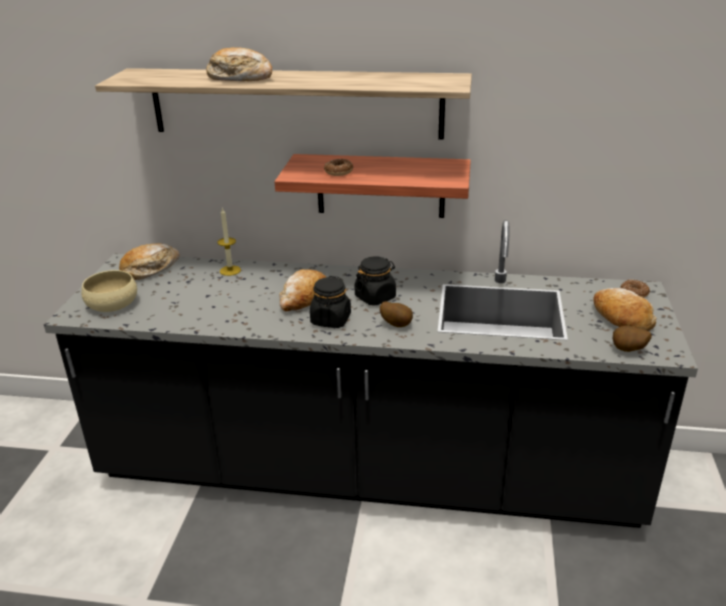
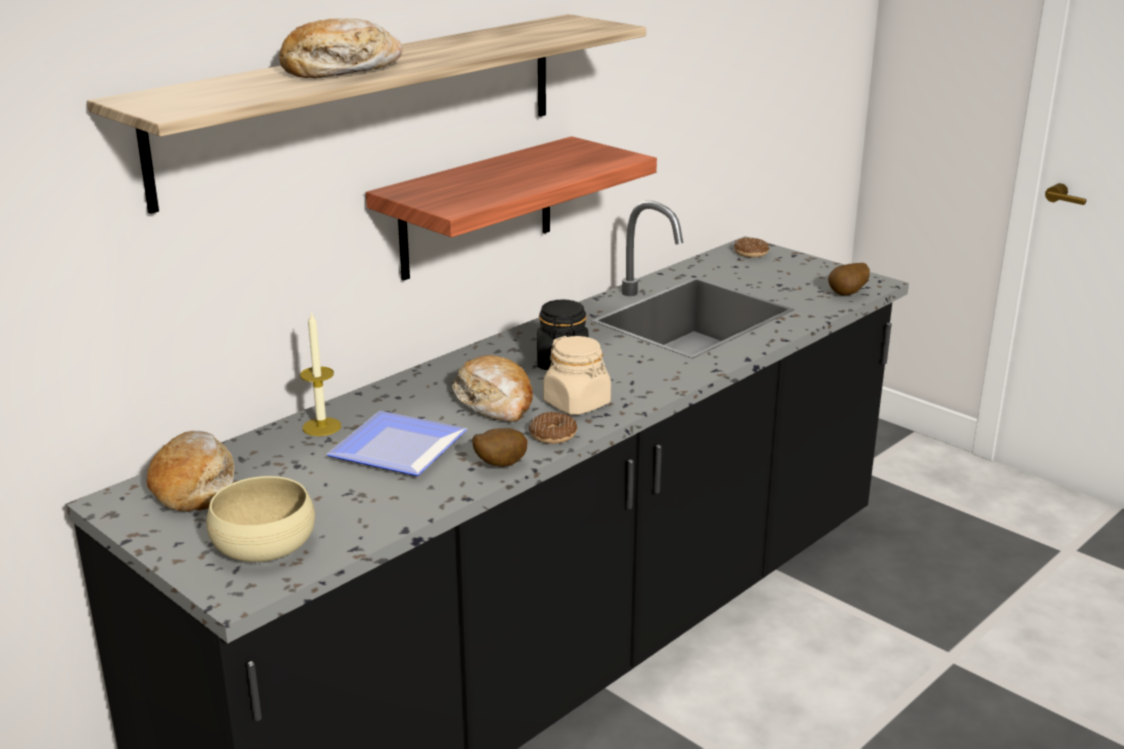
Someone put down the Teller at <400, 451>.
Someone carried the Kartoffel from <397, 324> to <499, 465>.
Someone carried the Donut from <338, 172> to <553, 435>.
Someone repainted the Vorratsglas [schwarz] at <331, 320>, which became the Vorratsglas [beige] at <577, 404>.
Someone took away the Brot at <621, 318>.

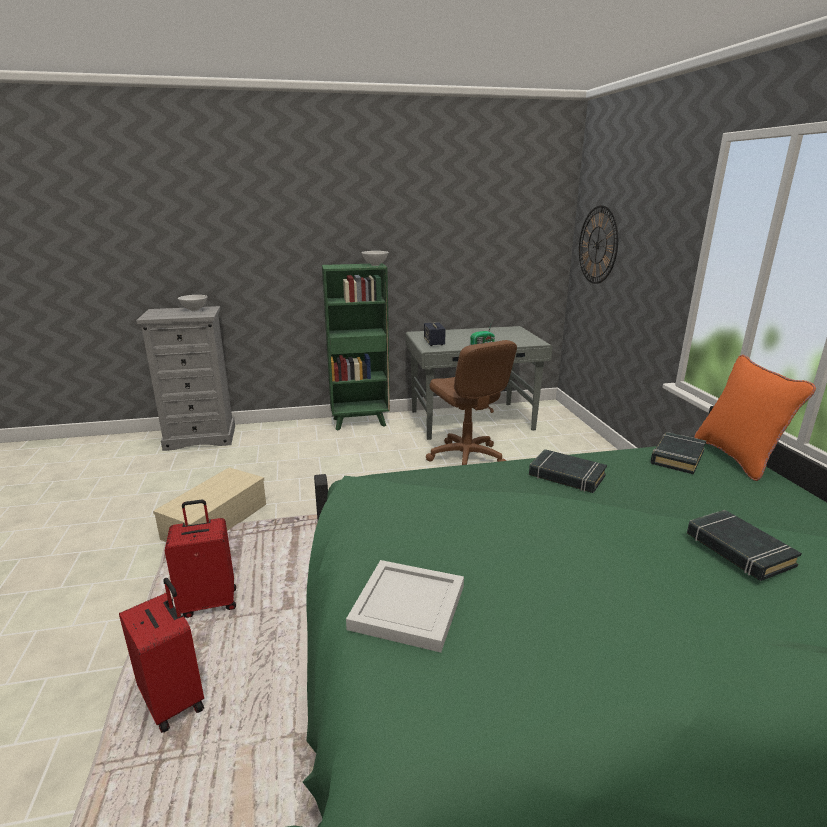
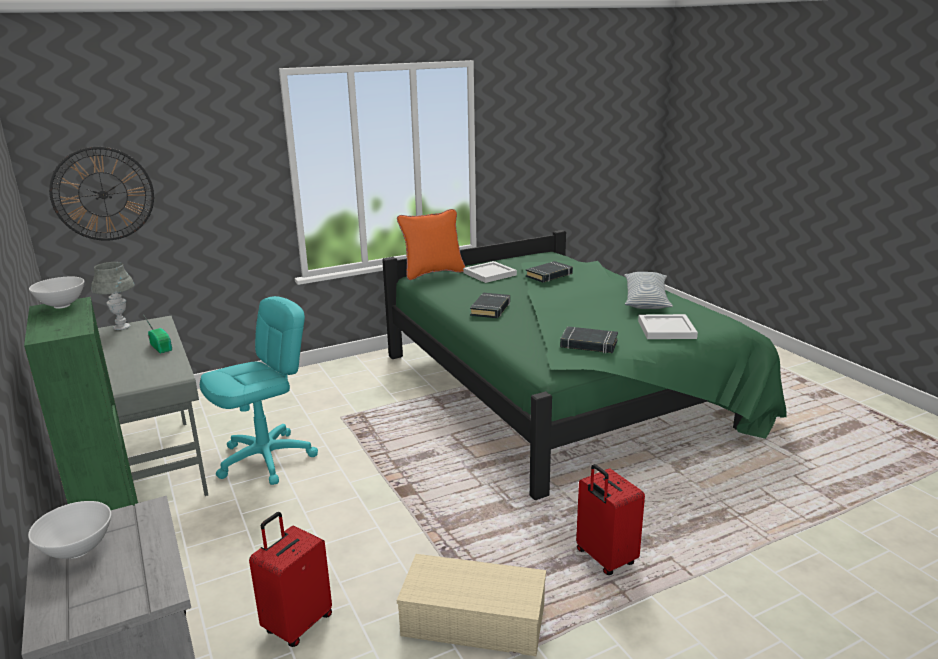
Someone put down the Tischlampe [grau] at <121, 327>.
Someone repainted the Bürostuhl [braun] at <466, 458>, which became the Bürostuhl [türkis] at <266, 459>.
Someone carried the Koffer [rot] from <174, 700> to <297, 624>.
Someone put down the Tablett [weiß] at <489, 274>.
Someone carried the Buch [schwarz] from <677, 457> to <588, 344>.
Someone put down the Kissen at <646, 299>.
Someone took away the Lautsprecher at <434, 343>.

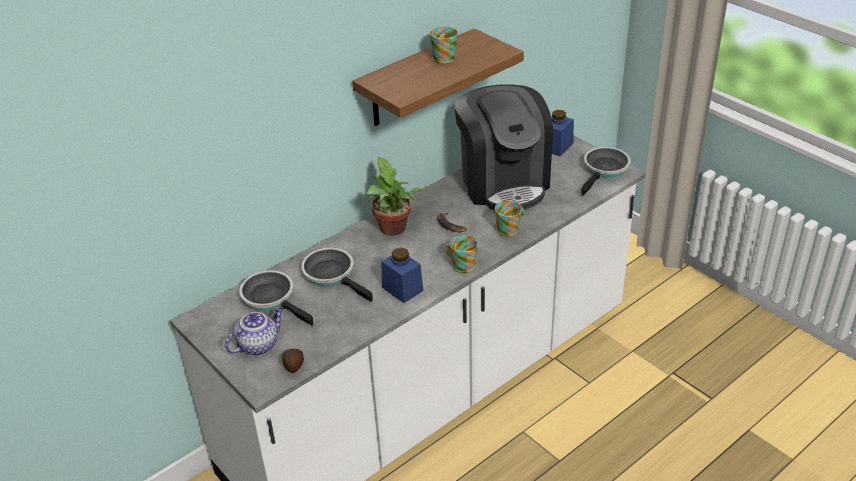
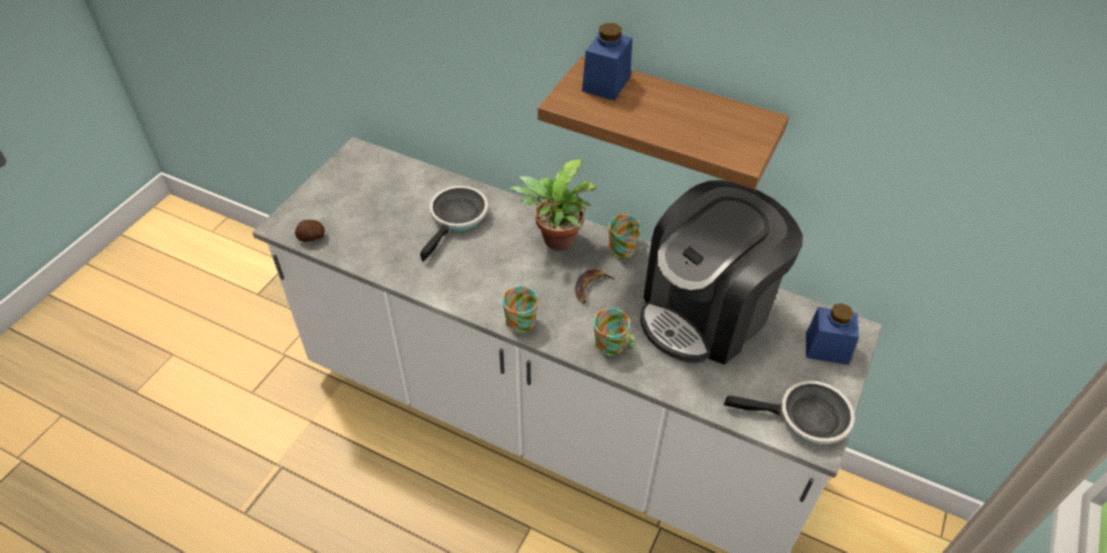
Someone carried the Vorratsglas [blau] from <402, 289> to <606, 84>.
Someone carried the Henkelbecher from <443, 56> to <625, 246>.
Someone took away the Teekanne at <259, 345>.
Someone took away the Pfanne at <272, 299>.

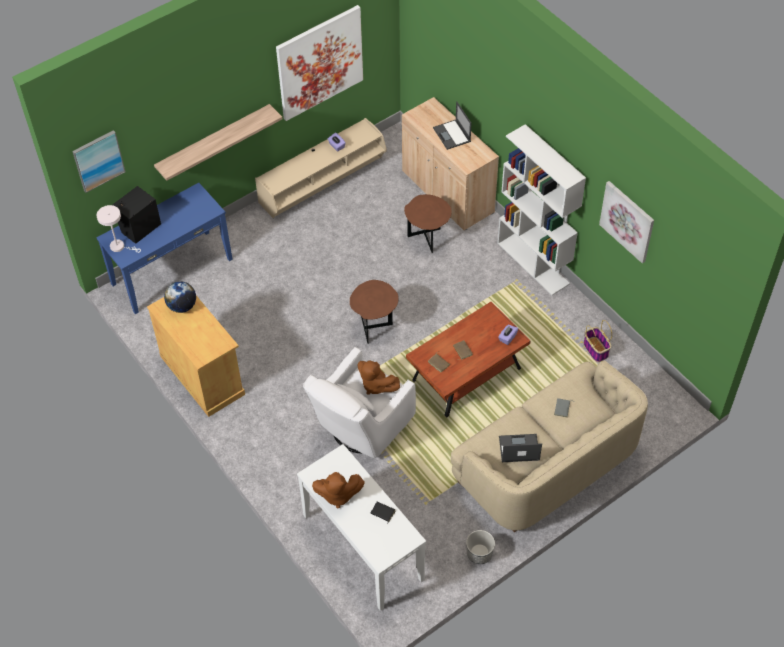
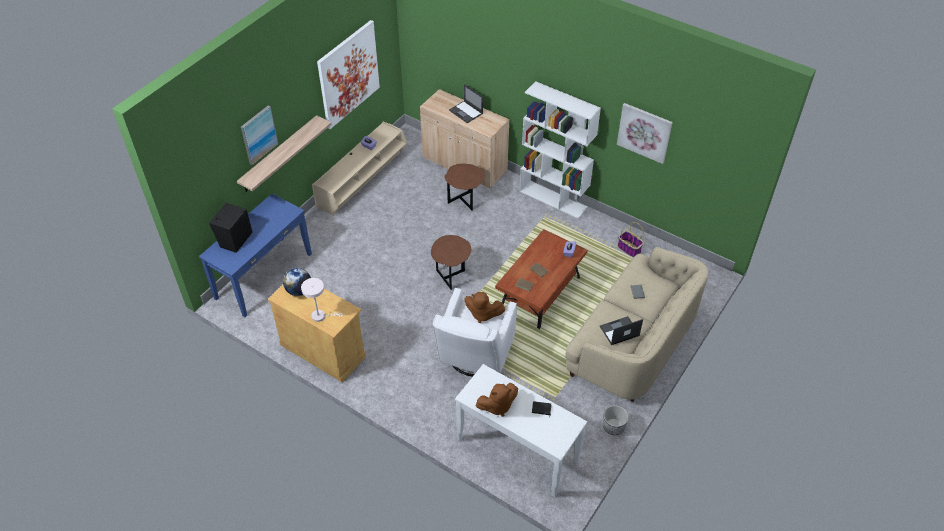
Someone carried the Bild from <98, 160> to <258, 135>.
Someone carried the Tischlampe [weiß] from <120, 247> to <321, 316>.

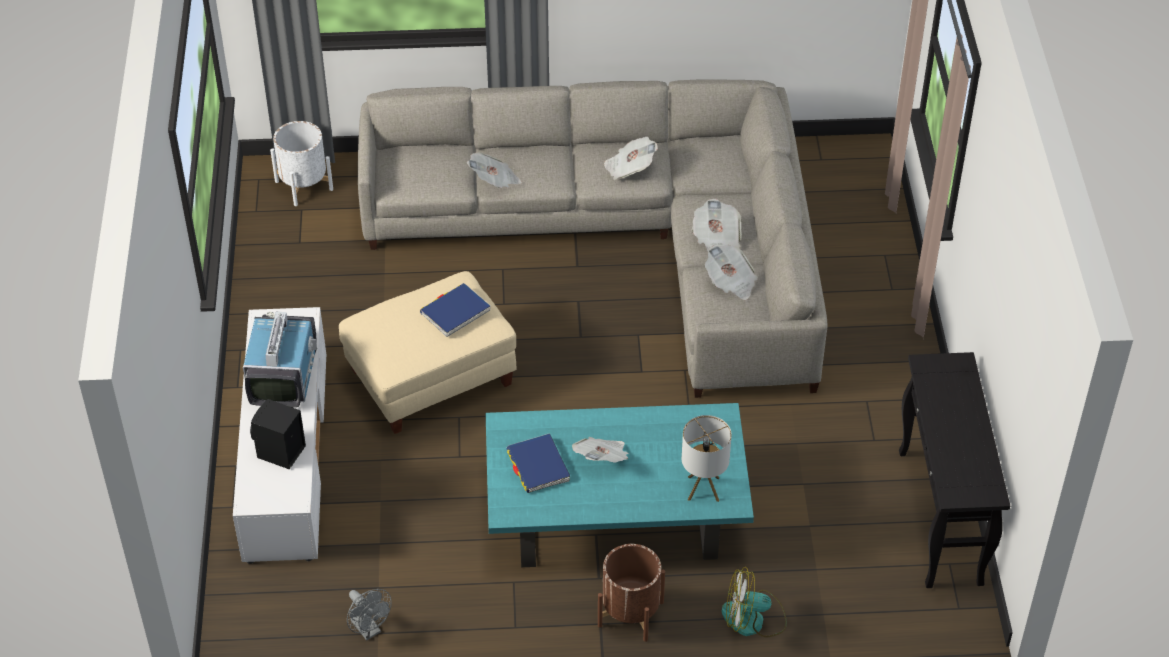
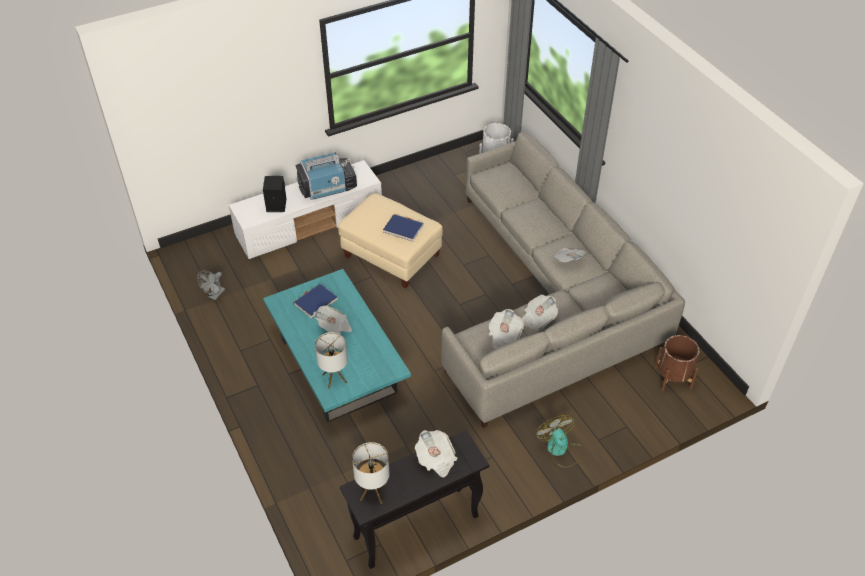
Someone put down the Tischlampe at <373, 492>.
Someone carried the Zeitung from <495, 181> to <436, 459>.
Someone carried the Ventilator from <753, 619> to <561, 449>.
Someone carried the Pflanzkübel [braun] from <630, 614> to <673, 377>.

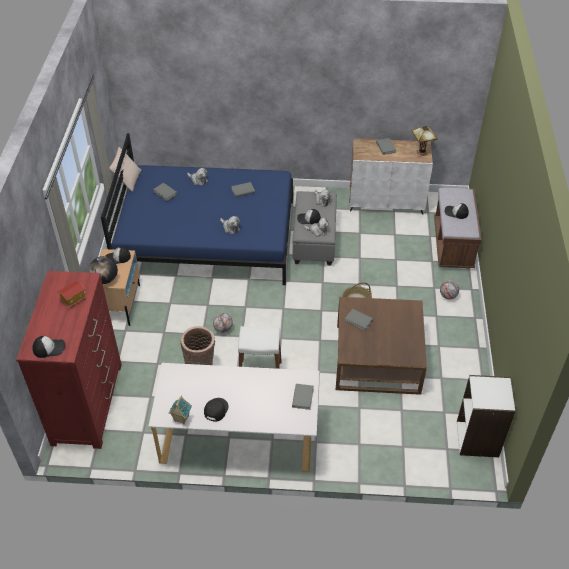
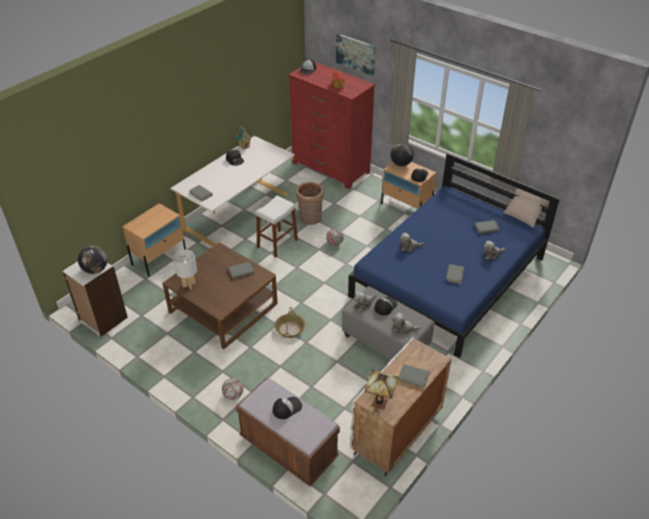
Someone put down the Globus at <95, 269>.
Someone put down the Nachttisch [beige] at <159, 257>.
Someone put down the Tischlampe [weiß] at <189, 285>.
Someone put up the Bild at <355, 54>.

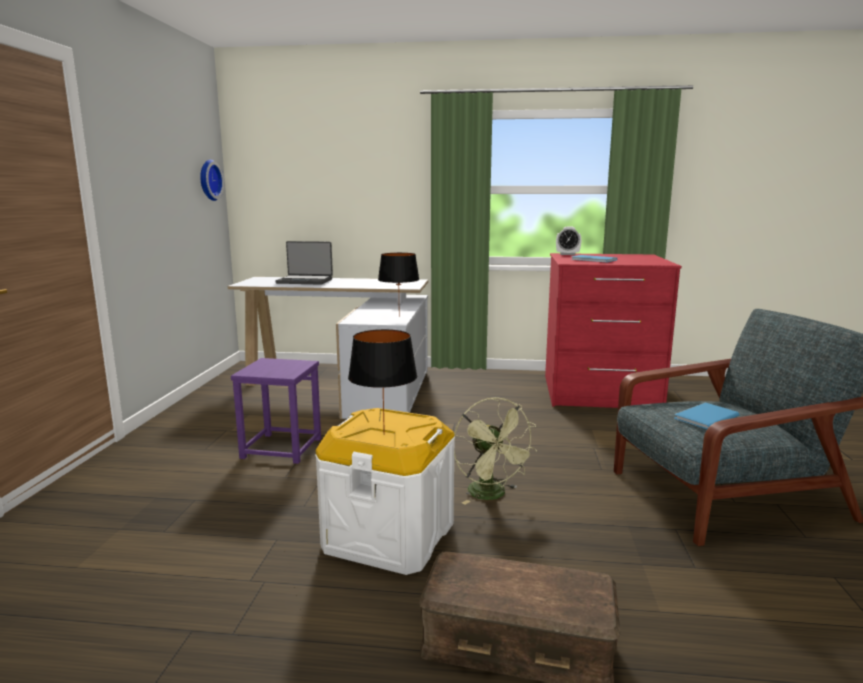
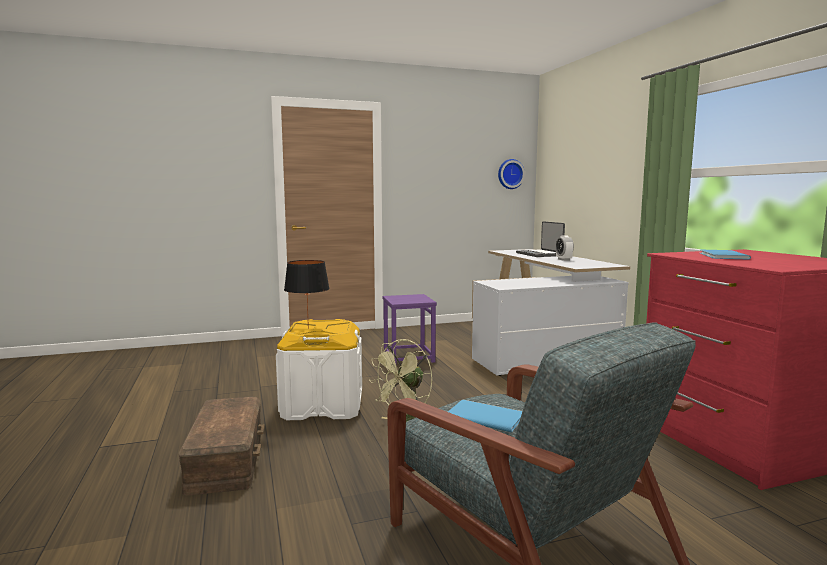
Someone carried the Wecker from <567, 254> to <563, 259>.
Someone took away the Tischlampe [schwarz] at <399, 316>.

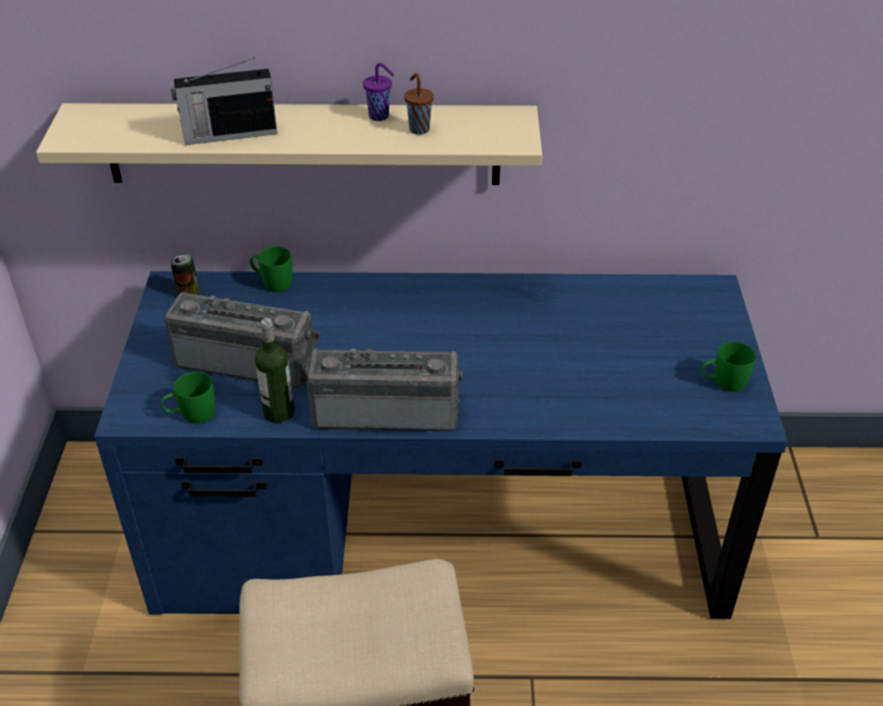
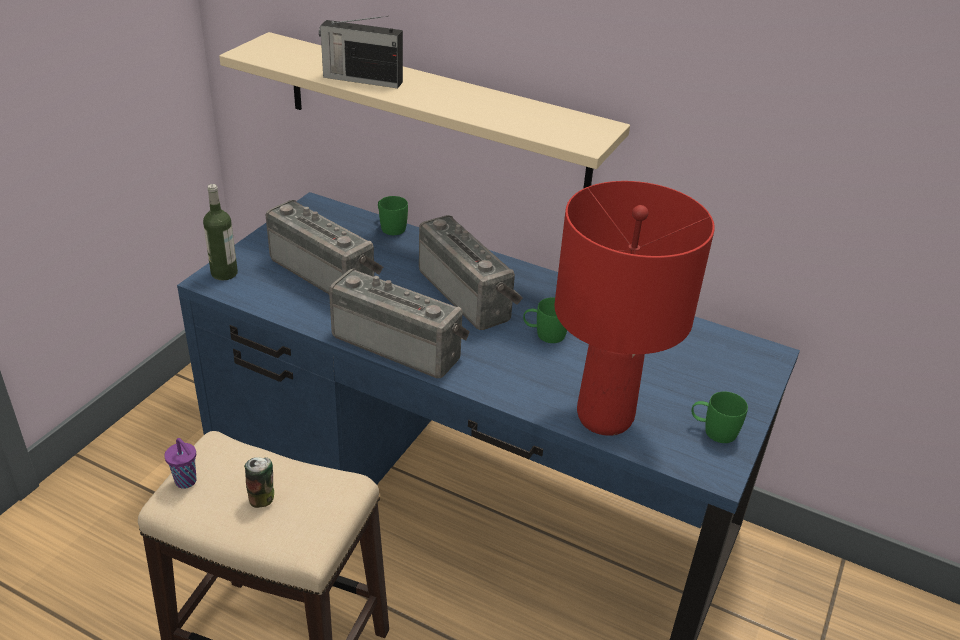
Someone carried the Tasse [lila] from <380, 116> to <186, 482>.
Someone carried the Flasche from <279, 412> to <224, 273>.
Someone carried the Dose from <188, 292> to <262, 498>.
Someone put down the Radio at <469, 294>.
Someone carried the Henkelbecher [grün] from <191, 414> to <544, 334>.
Someone put down the Tischlampe [rot] at <605, 417>.
Someone took away the Tasse [braun] at <418, 129>.

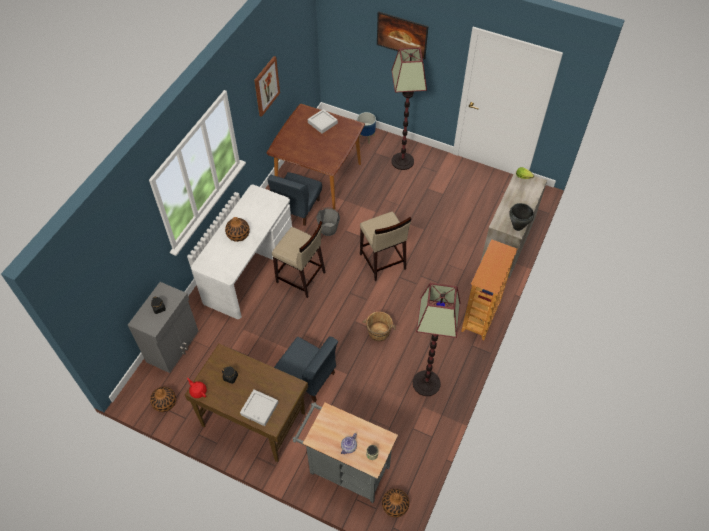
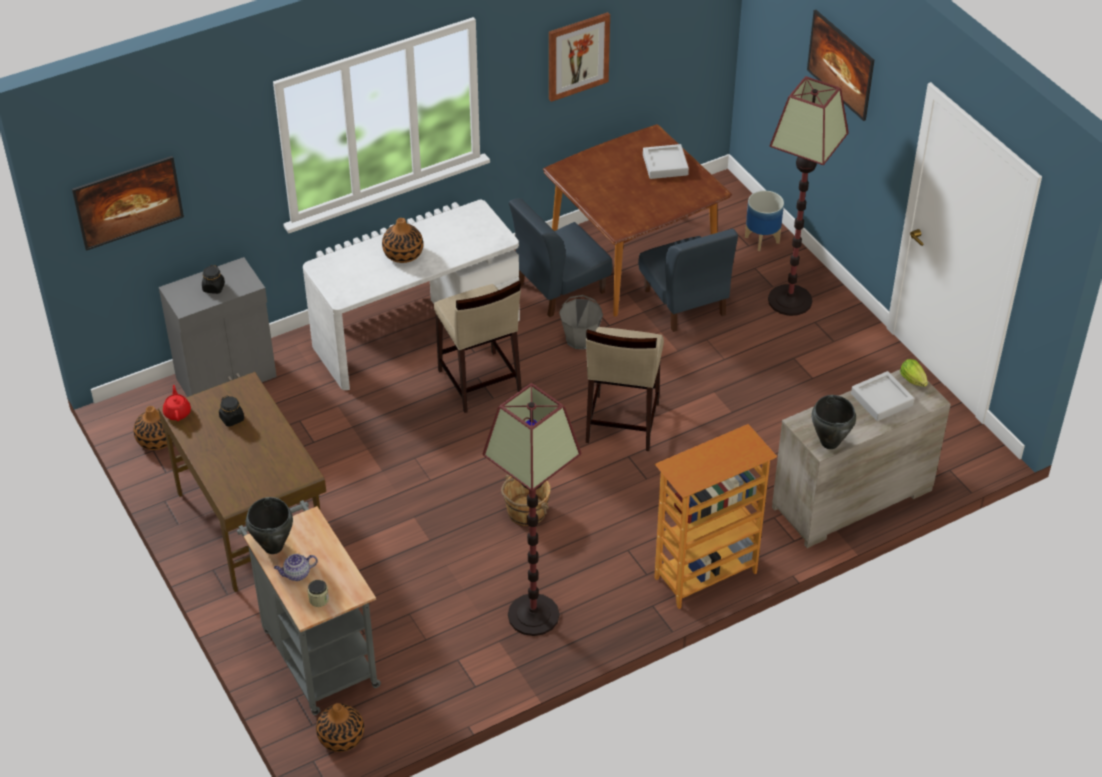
Someone put up the Bild at <131, 217>.
Someone put down the Kochtopf [schwarz] at <273, 547>.
Someone carried the Stuhl [blau] from <307, 377> to <684, 303>.
Someone carried the Tablett [grau] from <259, 409> to <881, 399>.

